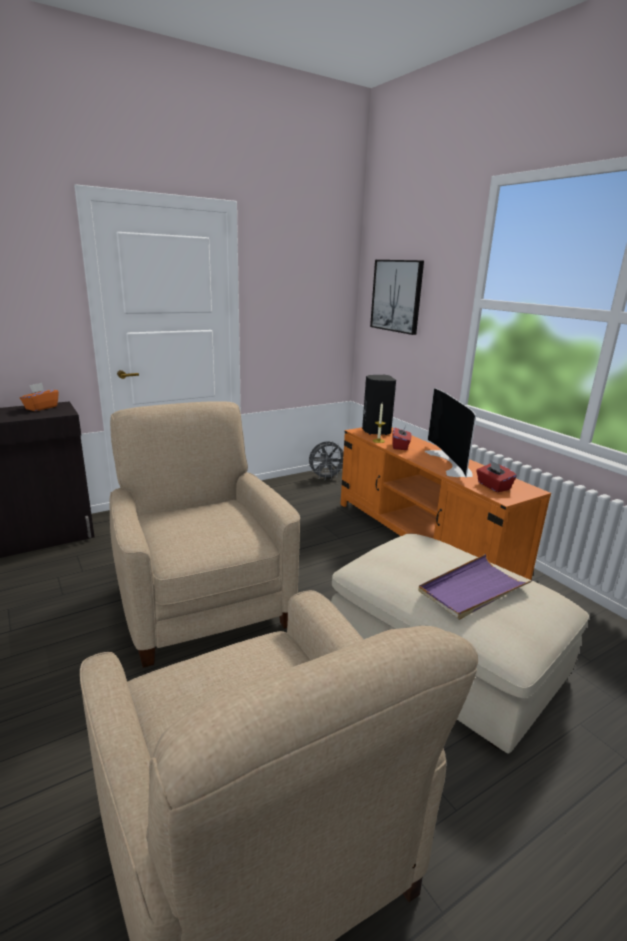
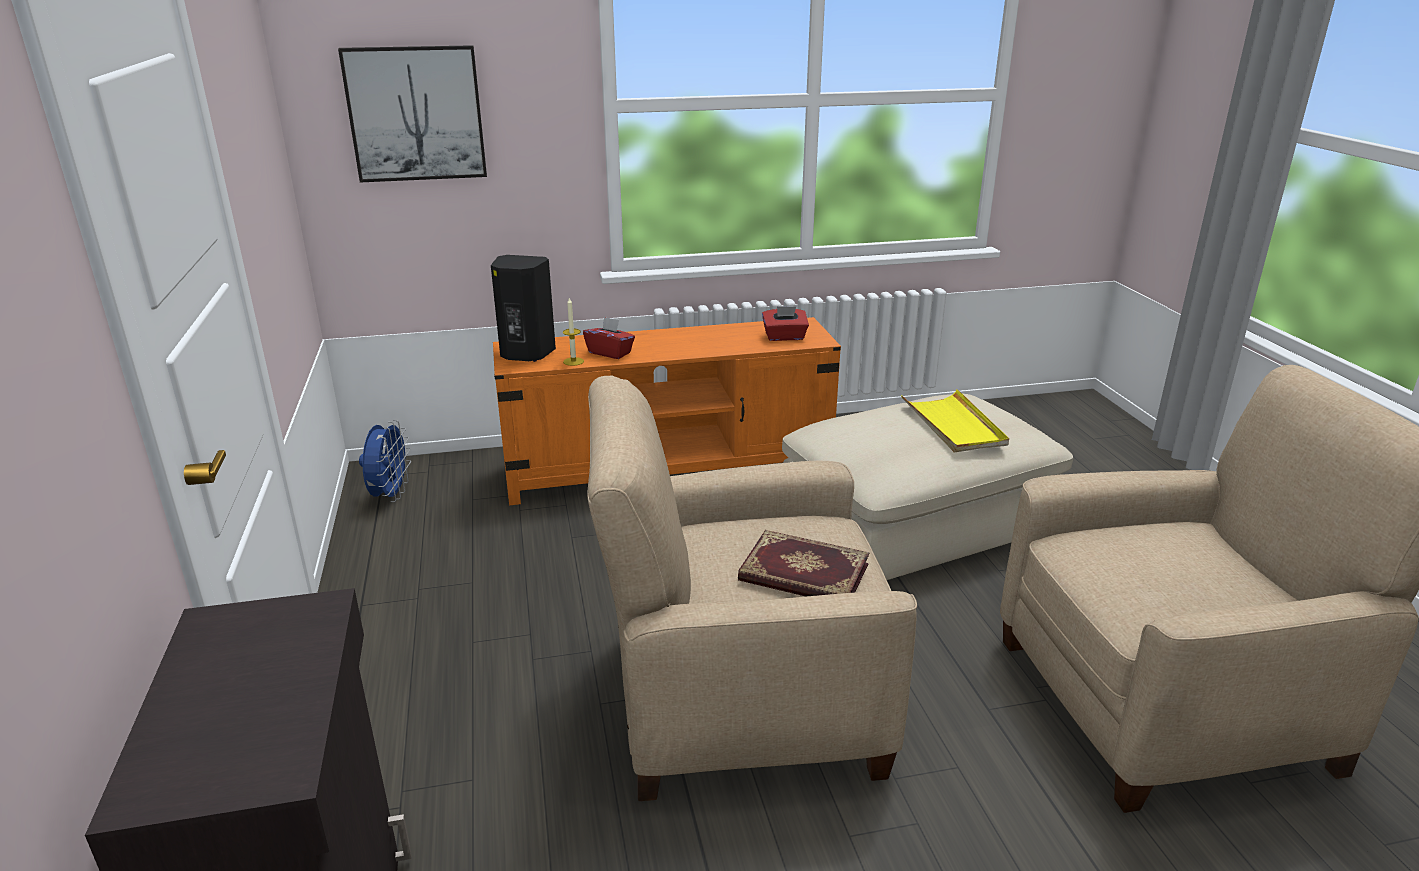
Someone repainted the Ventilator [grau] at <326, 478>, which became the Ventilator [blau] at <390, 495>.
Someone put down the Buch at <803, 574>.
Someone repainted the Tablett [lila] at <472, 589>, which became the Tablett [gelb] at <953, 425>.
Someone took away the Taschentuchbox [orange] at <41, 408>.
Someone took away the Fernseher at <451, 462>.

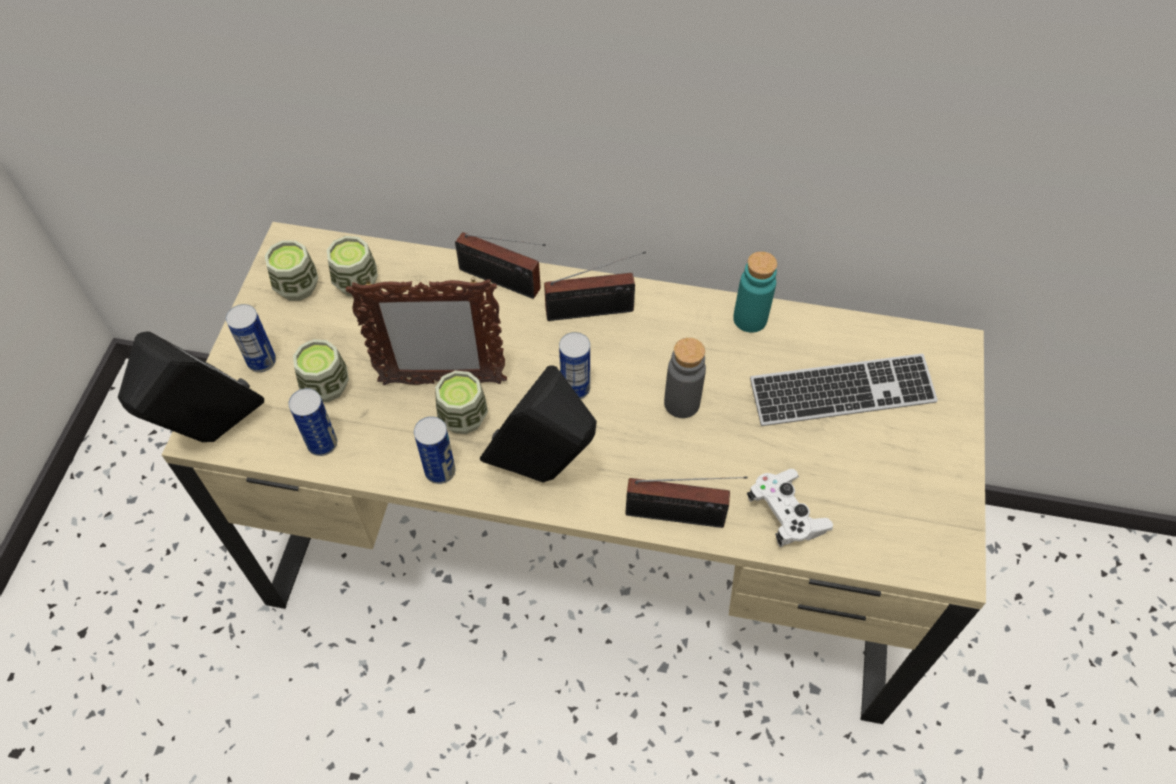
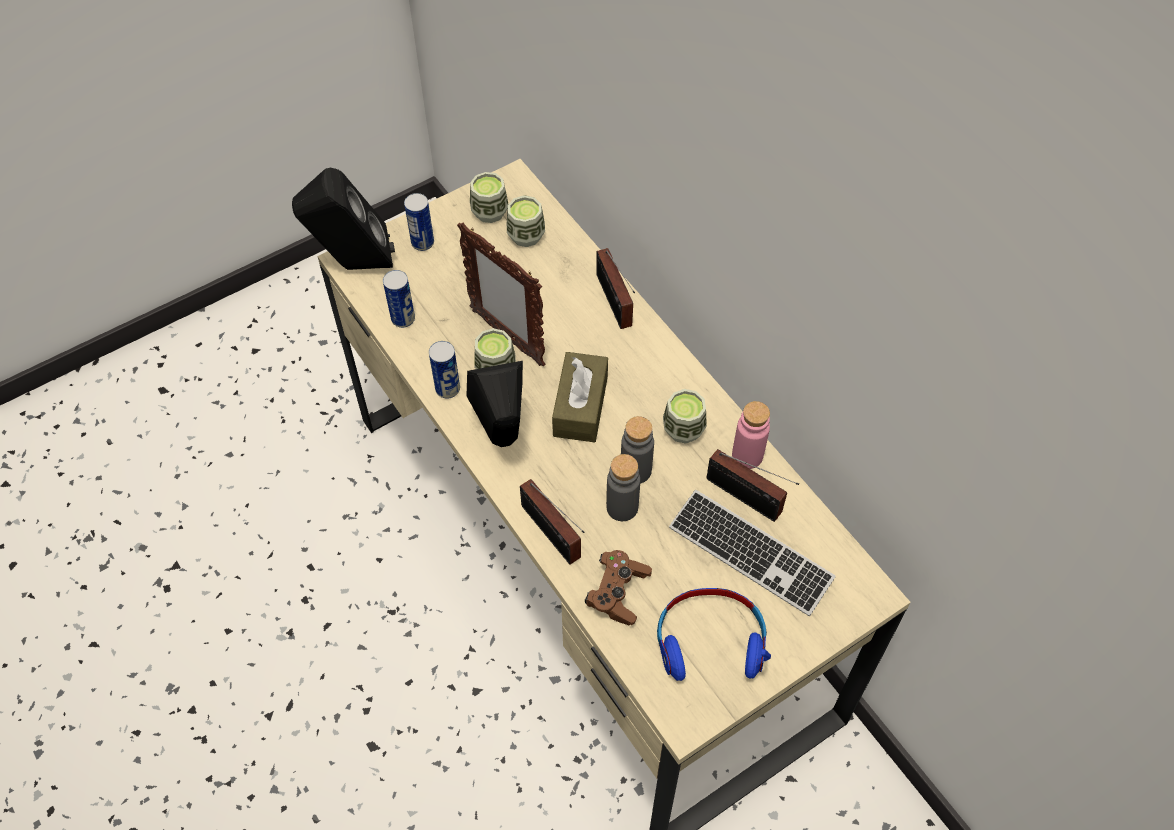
Someone swapped the Dose at <575, 389> for the Taschentuchbox [braun] at <580, 406>.
Someone repainted the Gamepad [weiß] at <786, 514>, which became the Gamepad [braun] at <618, 592>.
Someone put down the Flasche [grau] at <622, 507>.
Someone put down the Kopfhörer [blau] at <710, 641>.
Someone carried the Tasse from <326, 386> to <683, 429>.
Someone carried the Radio from <594, 311> to <747, 499>.
Someone repainted the Flasche [türkis] at <750, 319>, which became the Flasche [rosa] at <747, 455>.

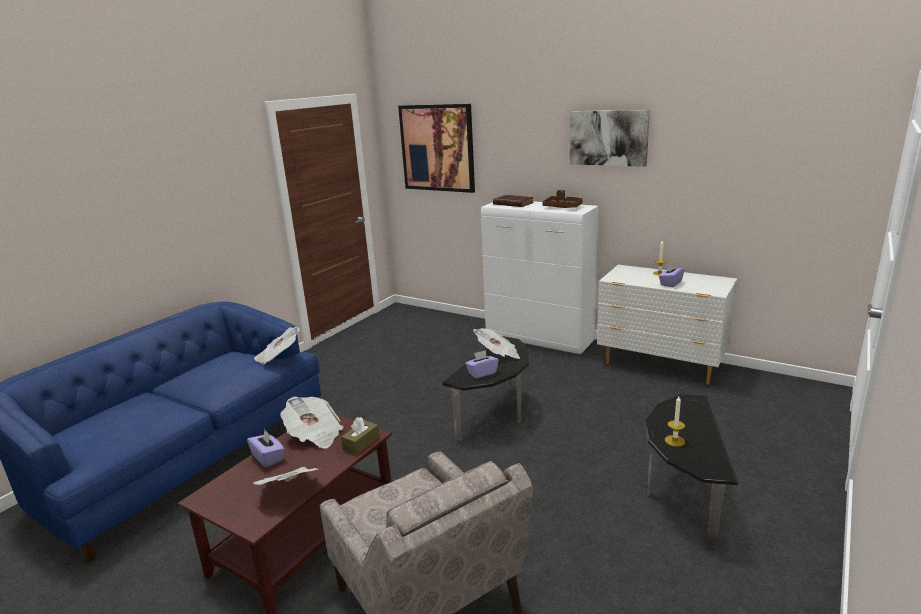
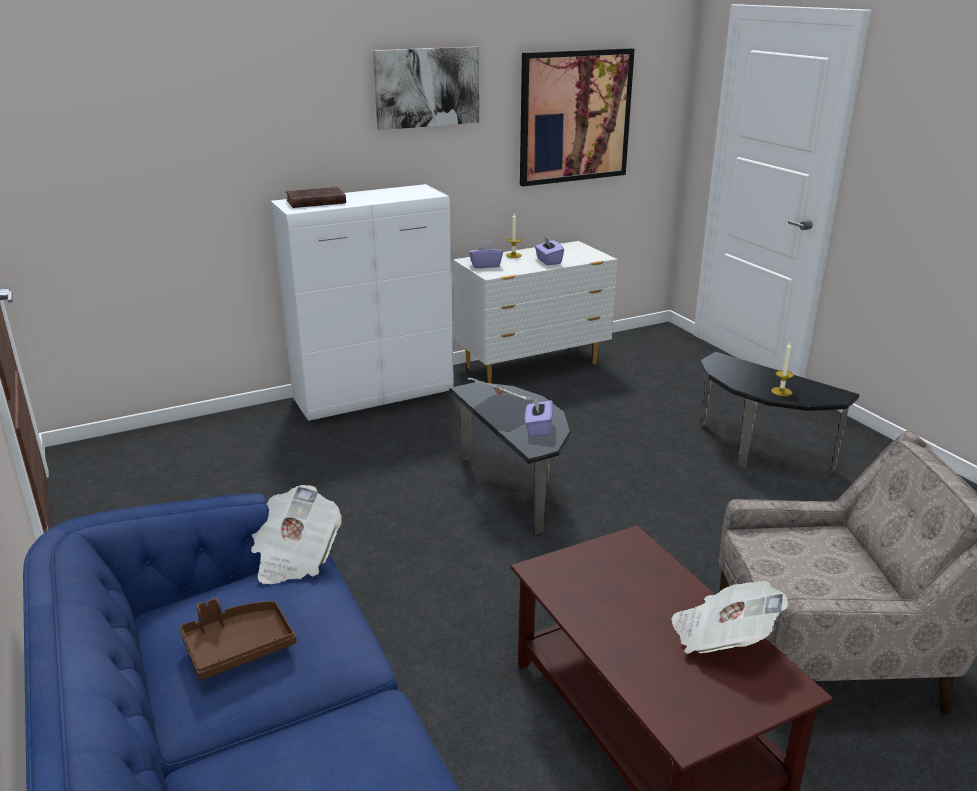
Someone carried the Tablett [braun] from <562, 207> to <238, 647>.
Someone carried the Taschentuchbox [lila] from <268, 458> to <485, 265>.
Someone carried the Bild from <437, 148> to <575, 116>.
Someone took away the Zeitung at <314, 435>.
Someone took away the Taschentuchbox [braun] at <361, 443>.

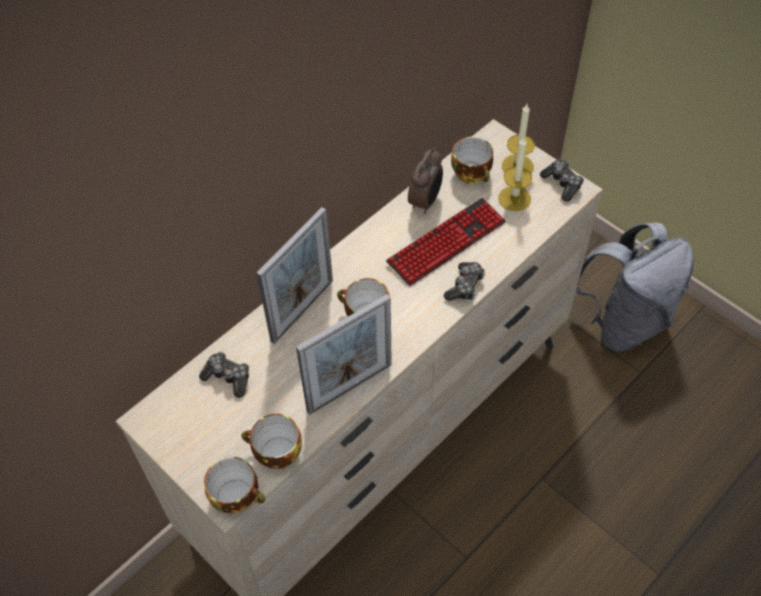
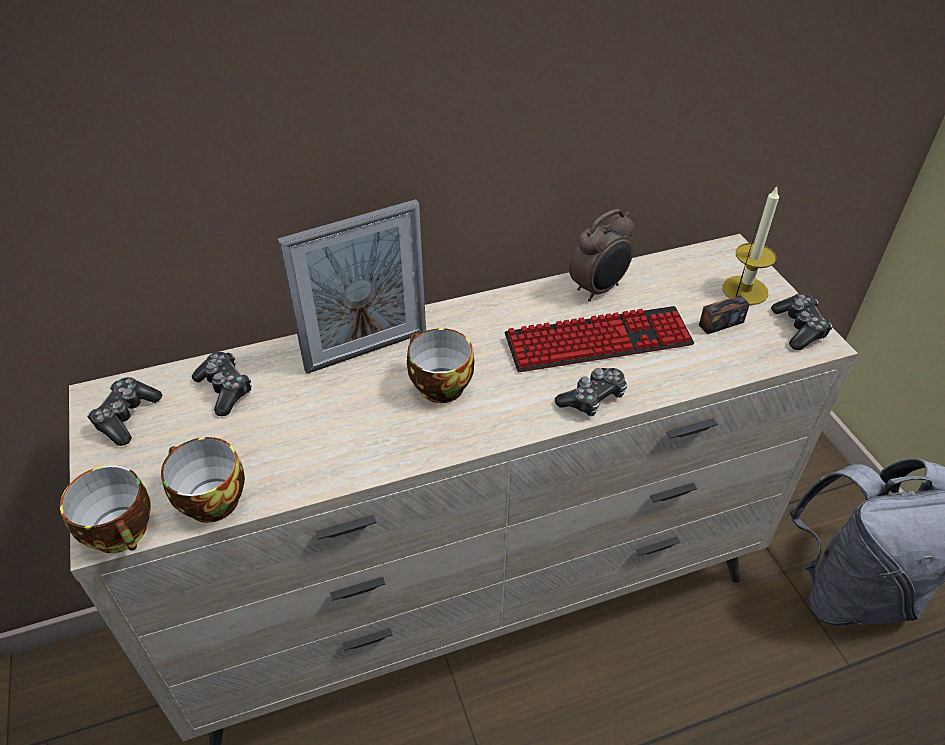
Someone put down the Gamepad at <126, 417>.
Someone swapped the Kerze at <514, 198> for the Radio at <721, 323>.
Someone took away the Bilderrahmen at <349, 387>.
Someone took away the Tasse at <473, 174>.

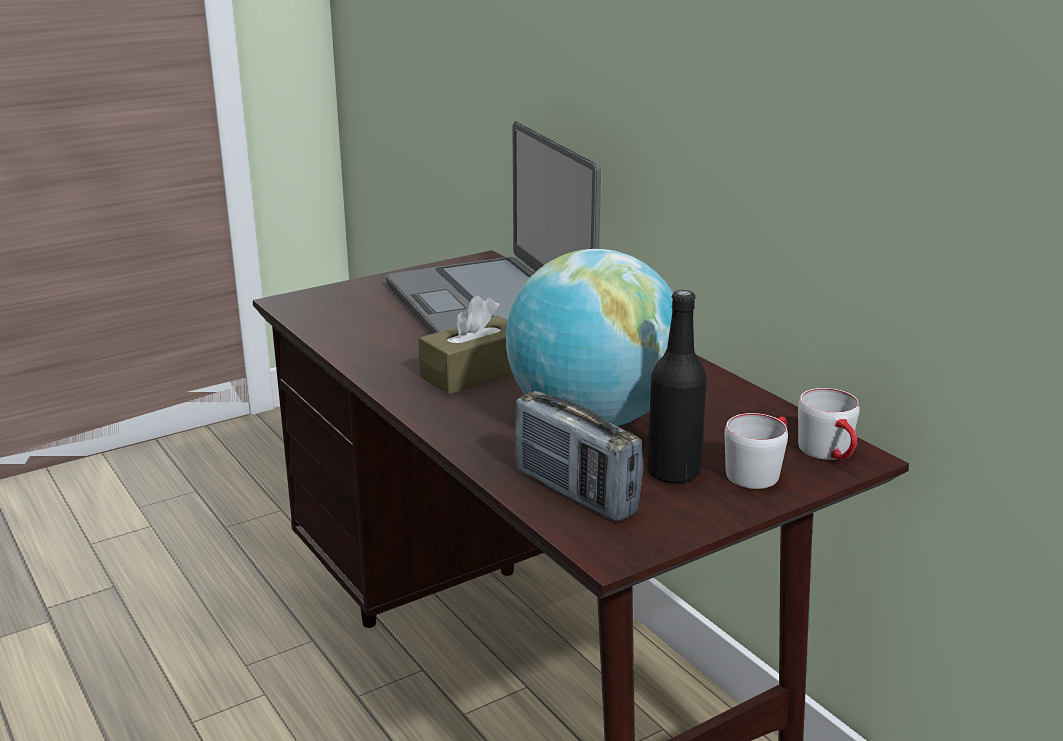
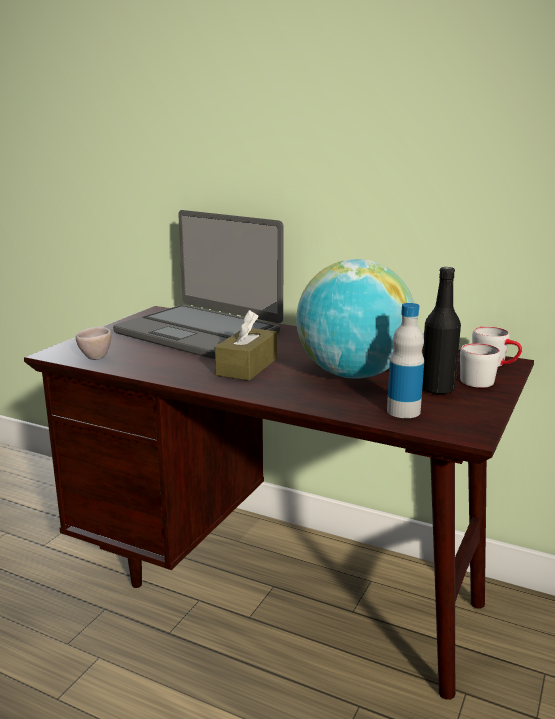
Someone put down the Tasse [beige] at <97, 356>.
Someone swapped the Radio at <574, 492> for the Flasche at <403, 411>.

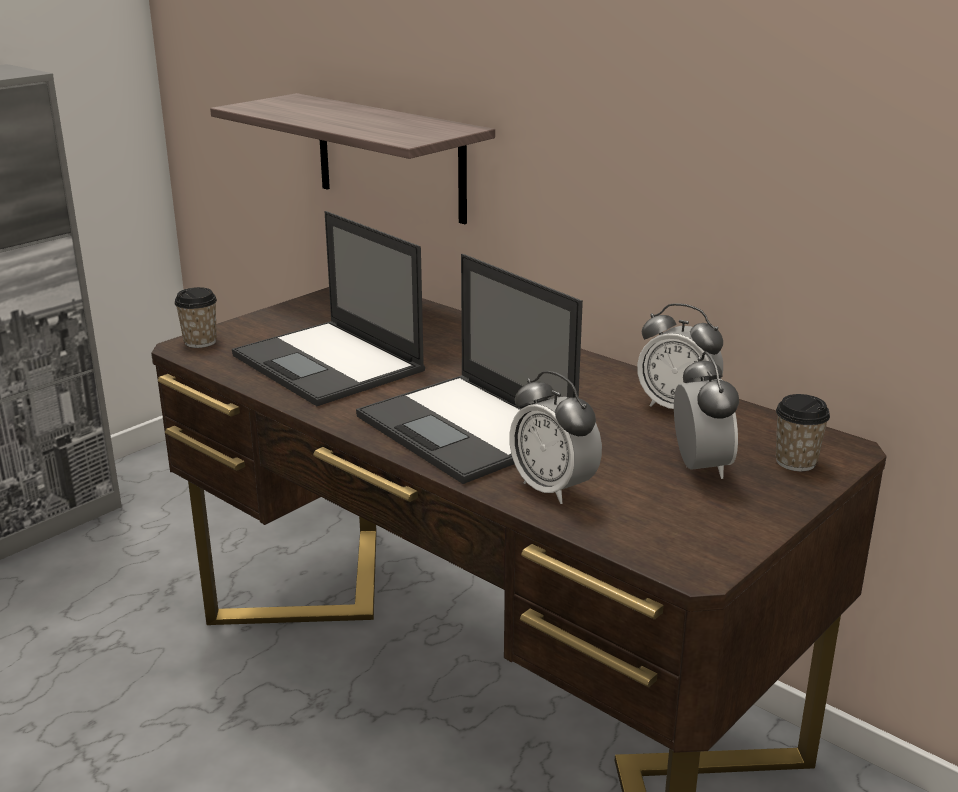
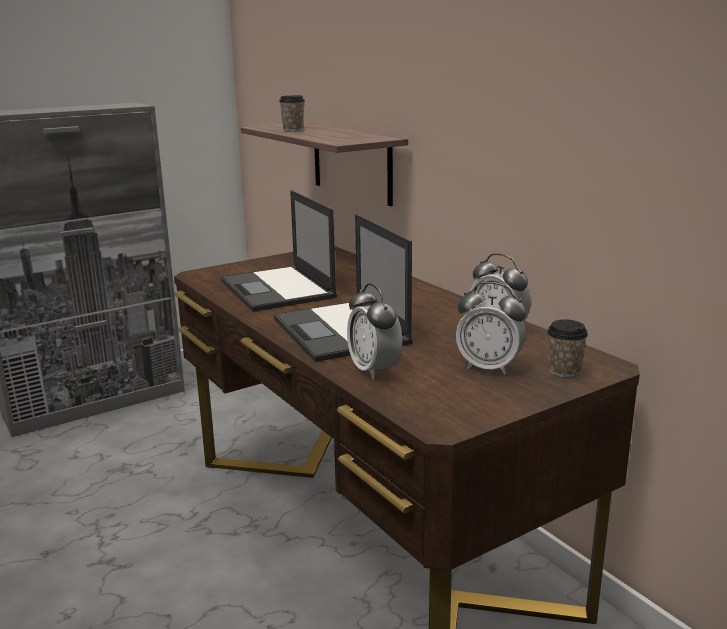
Someone carried the Tasse from <200, 342> to <293, 130>.
Someone rotated the Wecker at <700, 467> by 105 degrees clockwise.

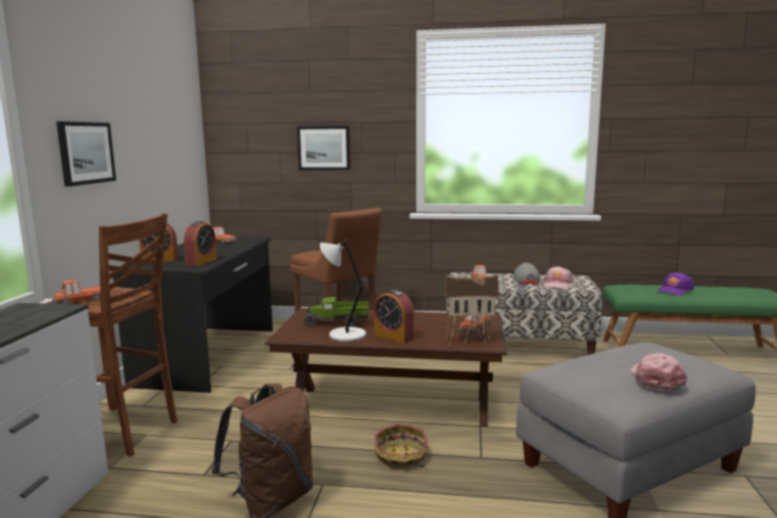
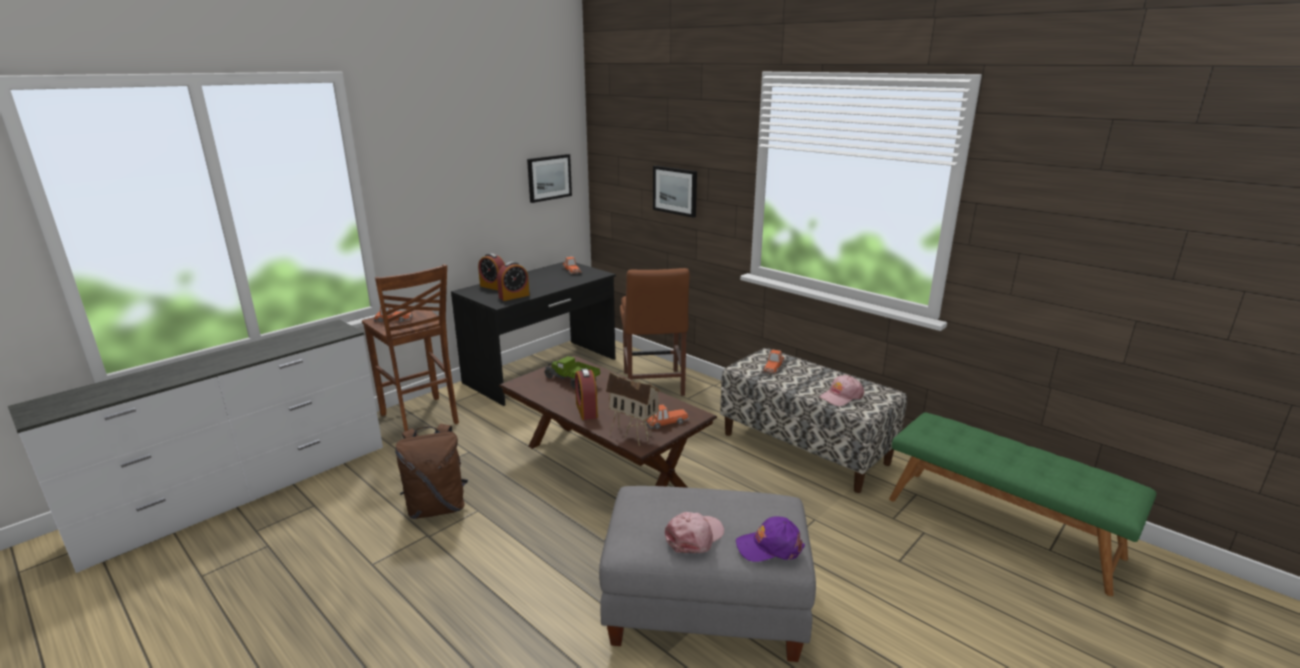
Someone carried the Bild from <86, 153> to <549, 177>.
Someone carried the Kappe [lila] from <675, 290> to <769, 547>.
Someone took away the Tischlampe [grau] at <345, 335>.
Someone took away the Korb at <401, 457>.
Someone took away the Kappe [grau] at <527, 280>.

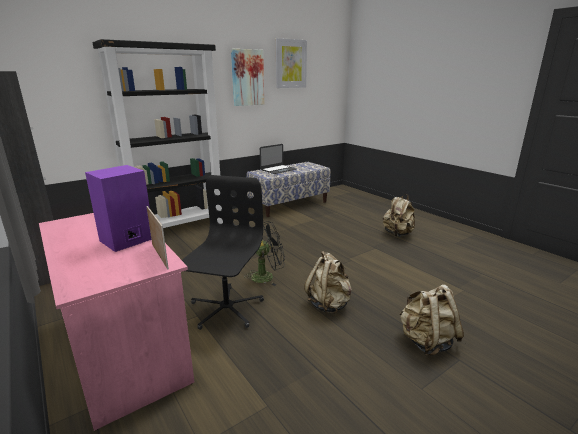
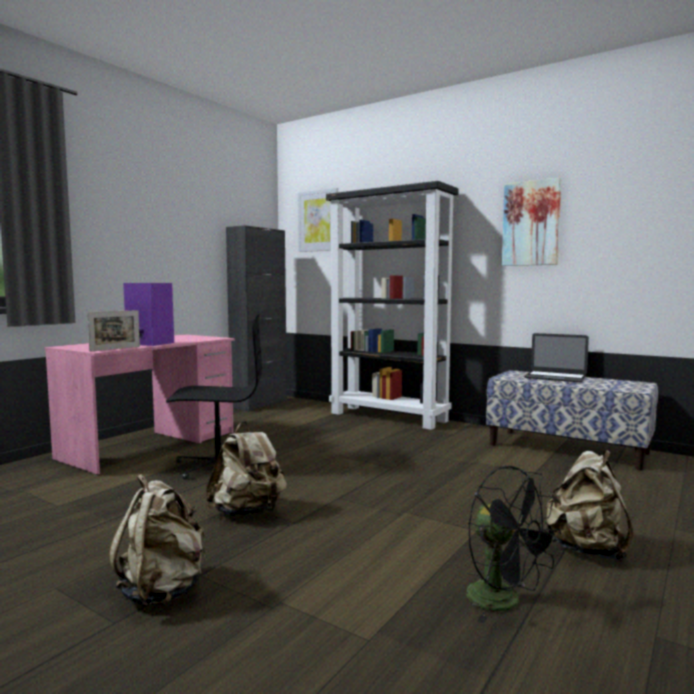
Someone carried the Bild from <290, 64> to <318, 221>.
Someone carried the Ventilator [schwarz] from <267, 276> to <504, 602>.

